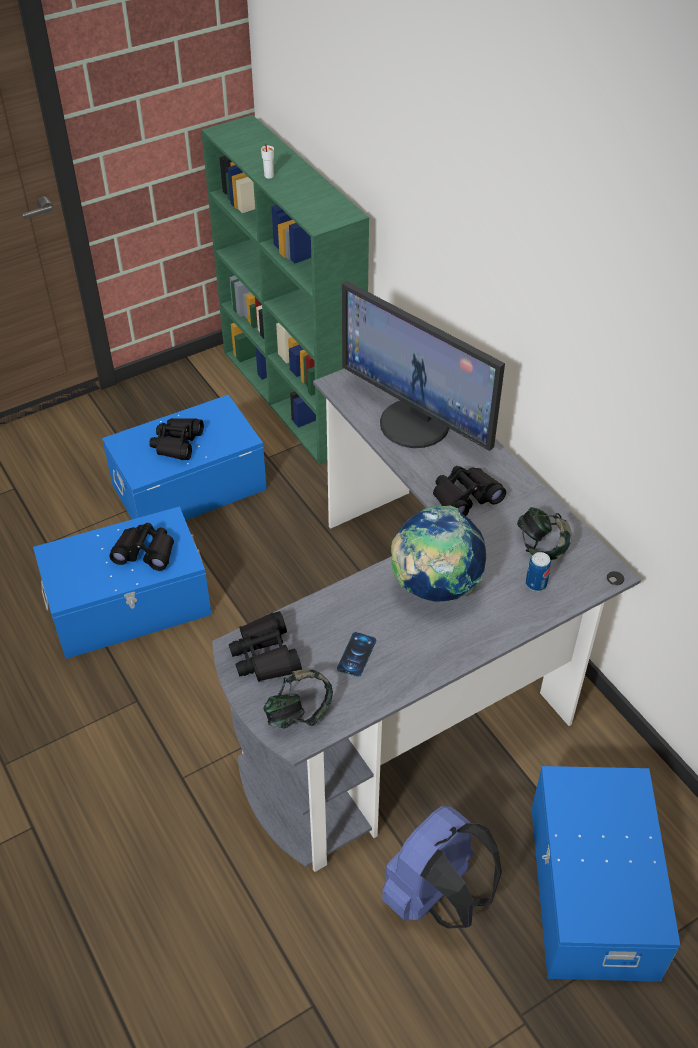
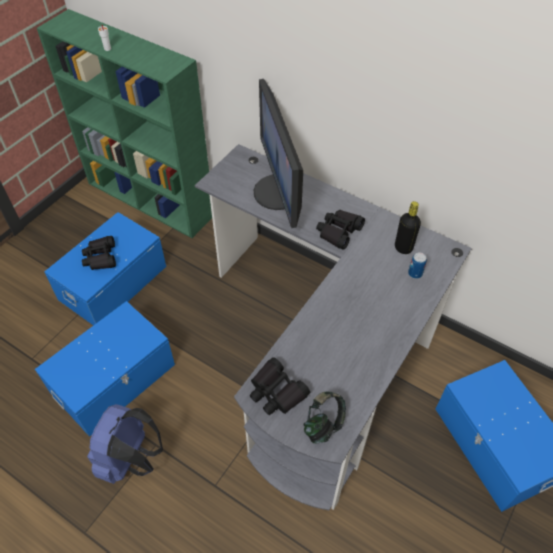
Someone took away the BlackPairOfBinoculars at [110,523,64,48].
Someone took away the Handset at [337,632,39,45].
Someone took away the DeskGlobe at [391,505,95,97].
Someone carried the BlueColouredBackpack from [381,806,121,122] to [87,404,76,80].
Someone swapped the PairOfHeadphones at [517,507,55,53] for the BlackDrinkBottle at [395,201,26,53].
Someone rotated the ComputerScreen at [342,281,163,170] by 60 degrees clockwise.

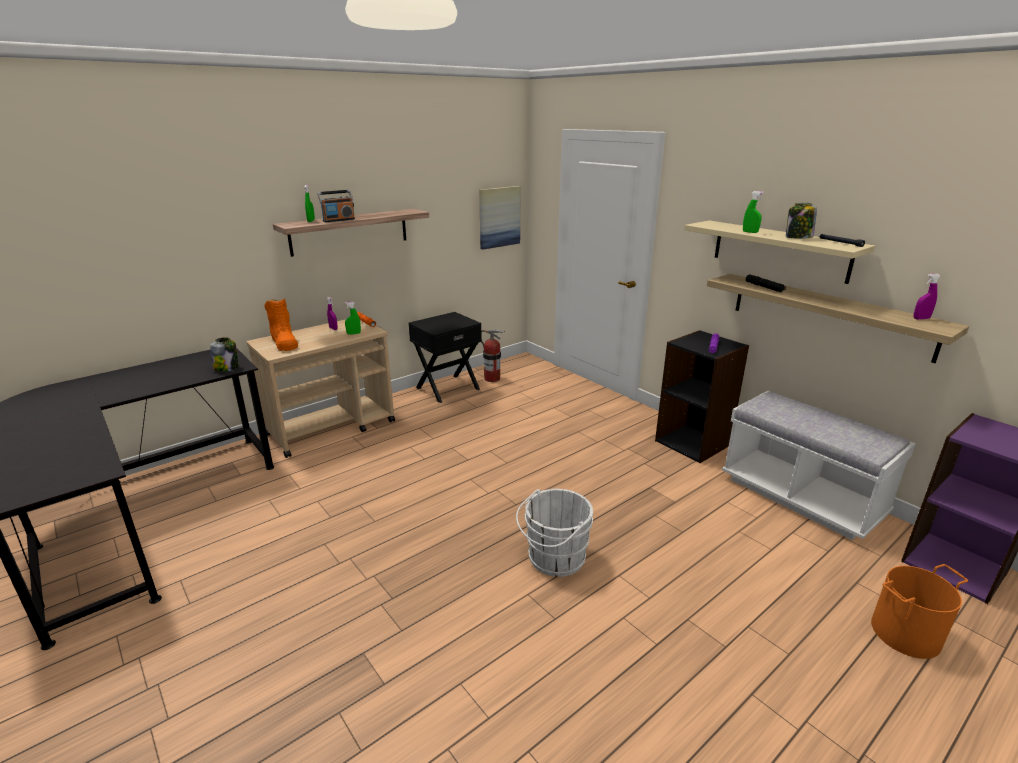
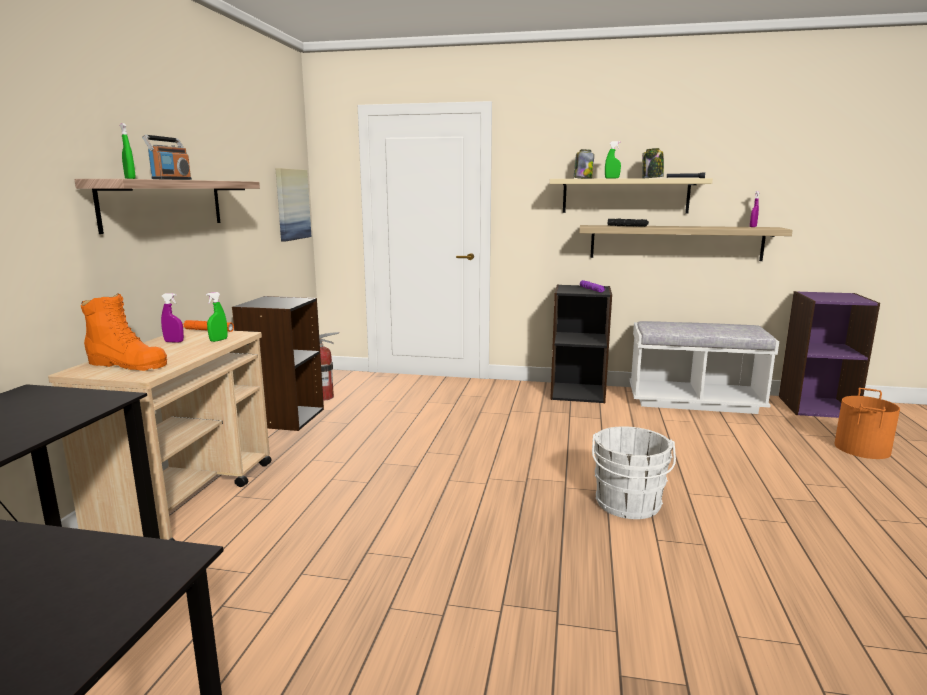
Someone carried the Jar from [210,337,29,35] to [574,149,20,30].
Someone swapped the BlackNightstand at [409,312,73,91] for the BlackBookcase at [232,296,92,135].

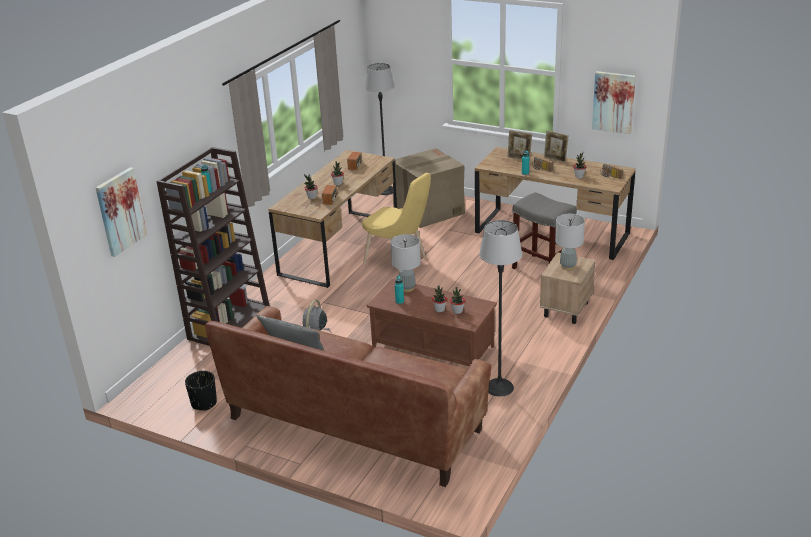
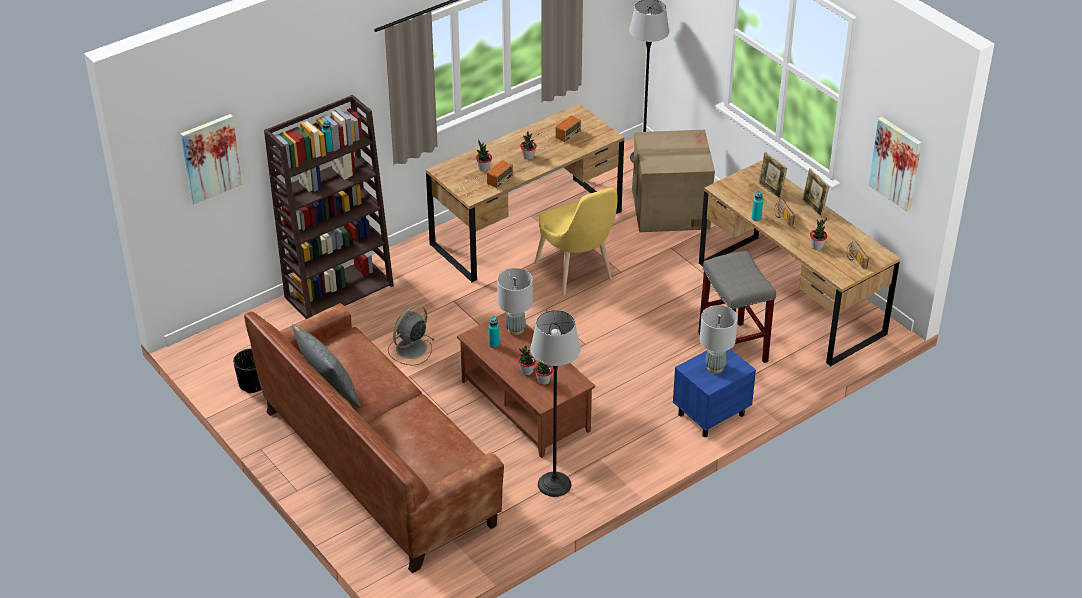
Someone repainted the BeigeColouredNightstand at [540,252,55,72], which became the BlueColouredNightstand at [673,349,83,88].

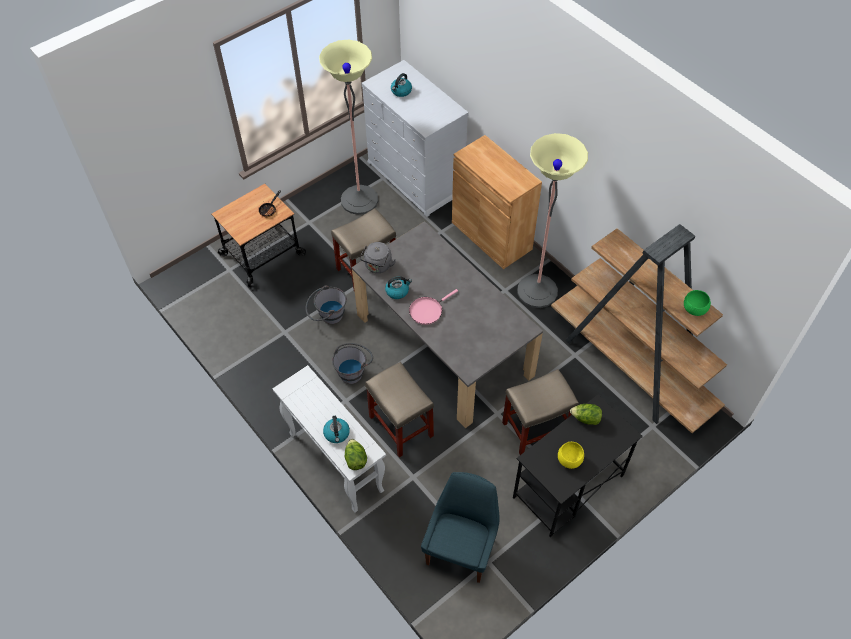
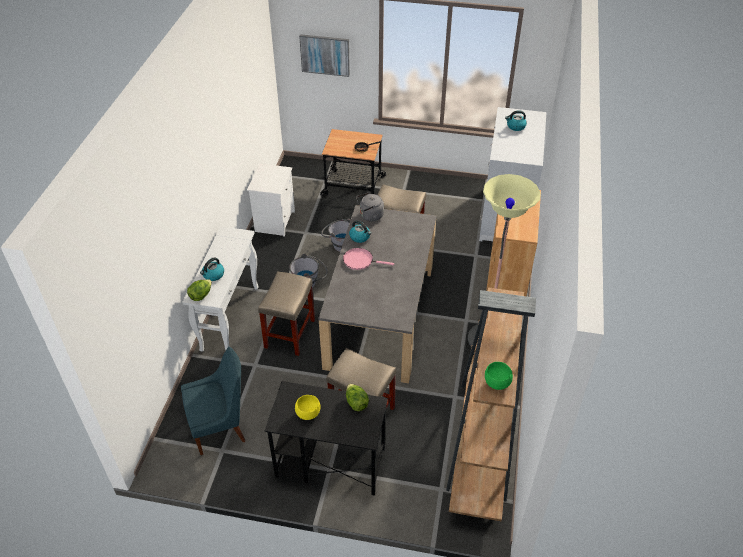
Someone took away the FloorLamp at [319,40,59,175].
Someone put down the WhiteColouredNightstand at [247,164,48,73].
Someone put up the WallPicture at [299,34,51,43].

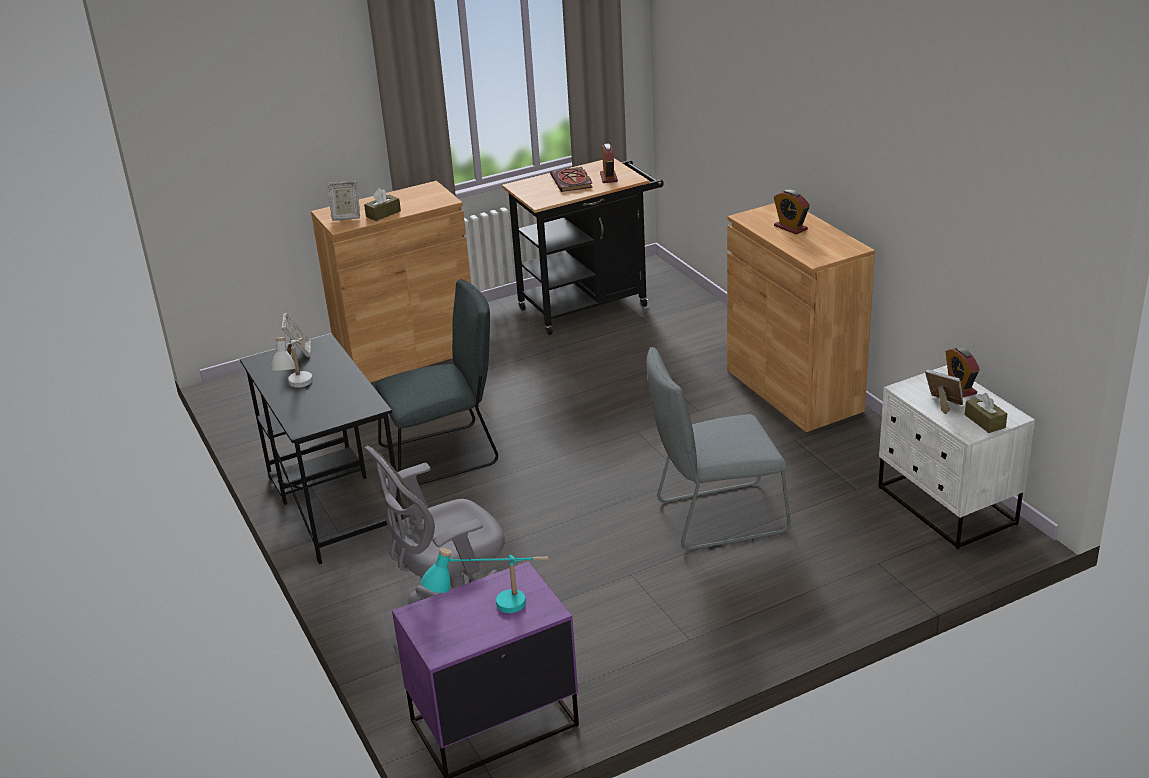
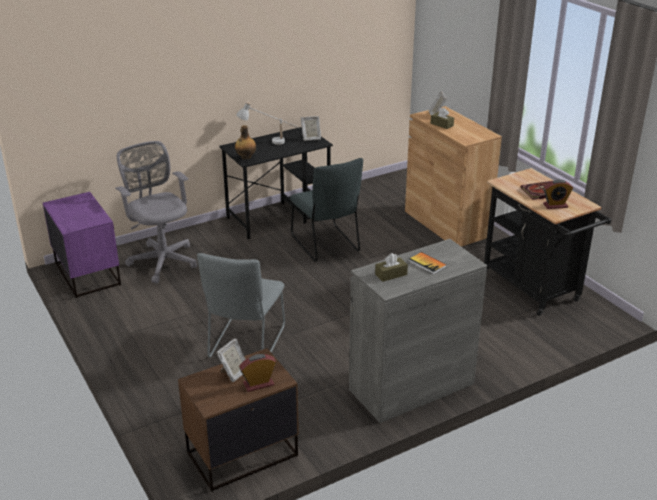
Someone took away the TurquoiseTabletopLamp at [421,548,128,65].
Someone put down the DrinkBottle at [235,125,21,35].
Someone carried the BrownishTissueBox from [965,393,42,40] to [375,253,33,29].
Someone swapped the TableClock at [774,190,36,45] for the BoundBook at [409,252,38,22].
Someone repainted the BrownishCabinet at [727,203,148,229], which became the GreyCabinet at [349,239,138,184].
Someone repainted the WhiteColouredNightstand at [878,365,157,184], which became the BrownishNightstand at [178,348,121,144].
Someone rotated the GreyPlainChair at [646,347,145,203] by 150 degrees counterclockwise.

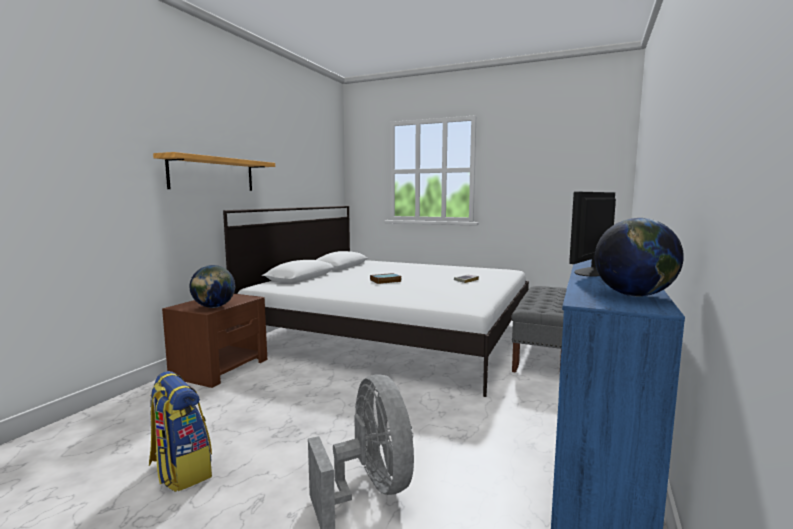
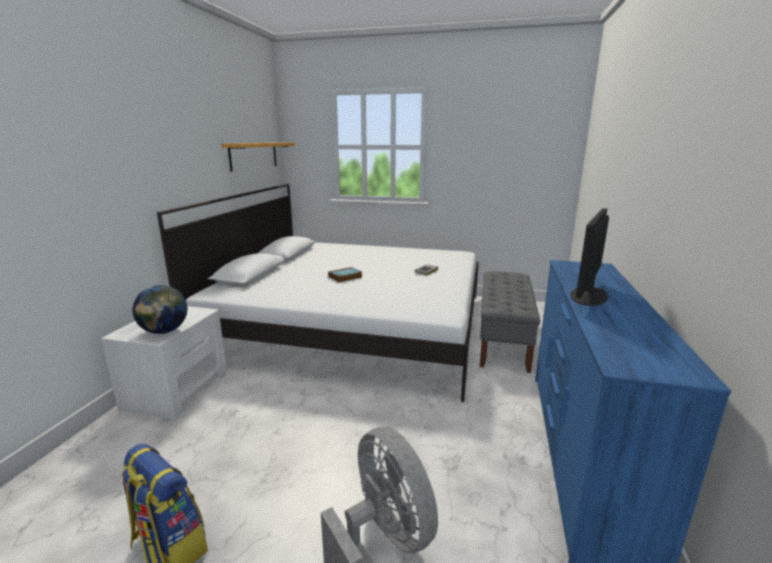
Someone took away the DeskGlobe at [595,218,89,79].
Someone carried the WallShelf from [153,152,122,39] to [221,142,74,30].
Someone repainted the BrownishNightstand at [162,294,105,94], which became the WhiteColouredNightstand at [101,306,126,114].

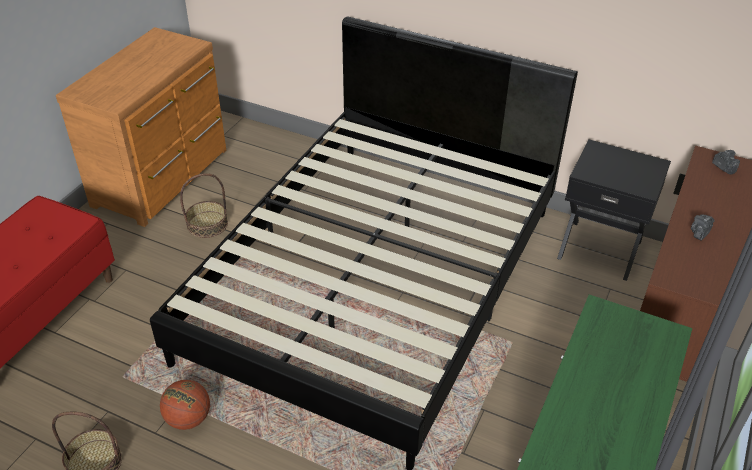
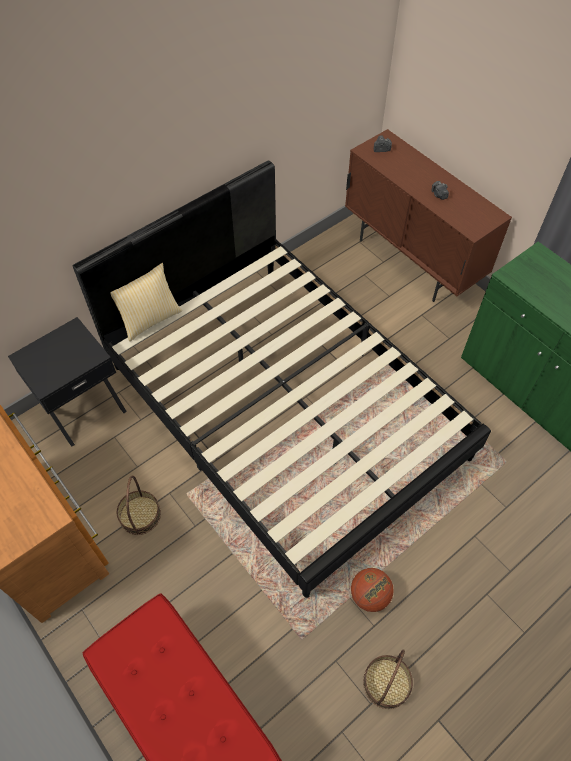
Someone put down the Pillow at [110,263,72,78].
Someone carried the BlackNightstand from [557,139,114,142] to [8,317,119,130].

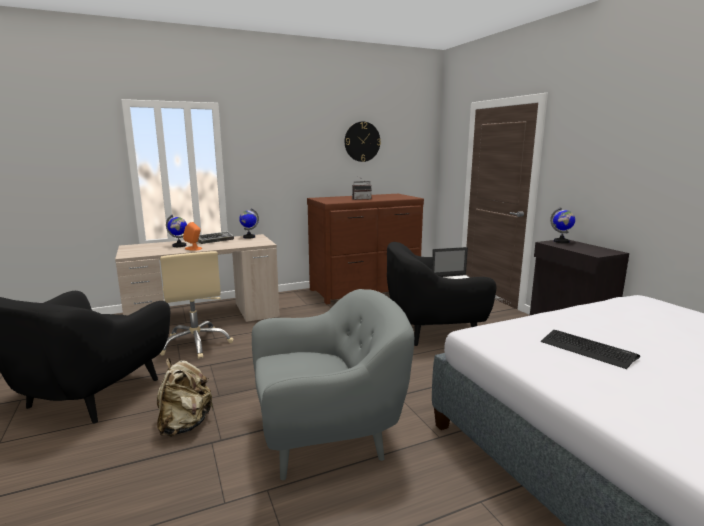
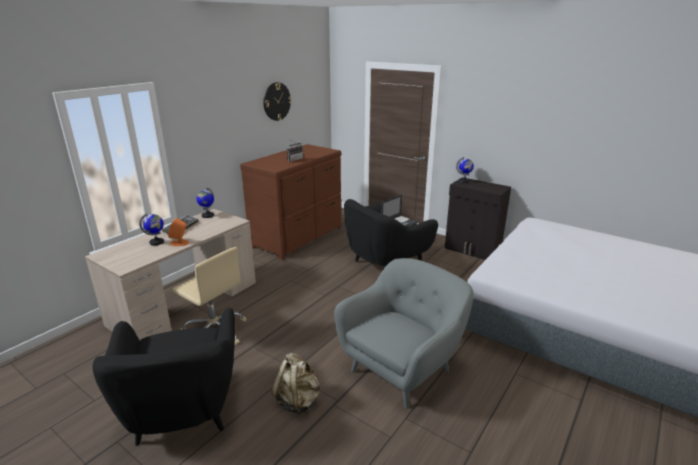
Someone took away the PcKeyboard at [541,330,99,39].

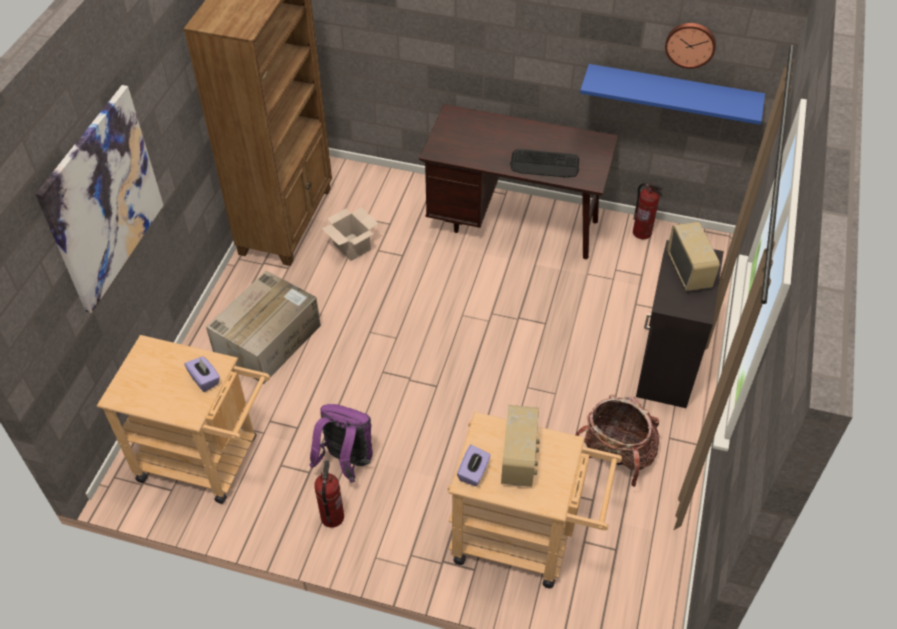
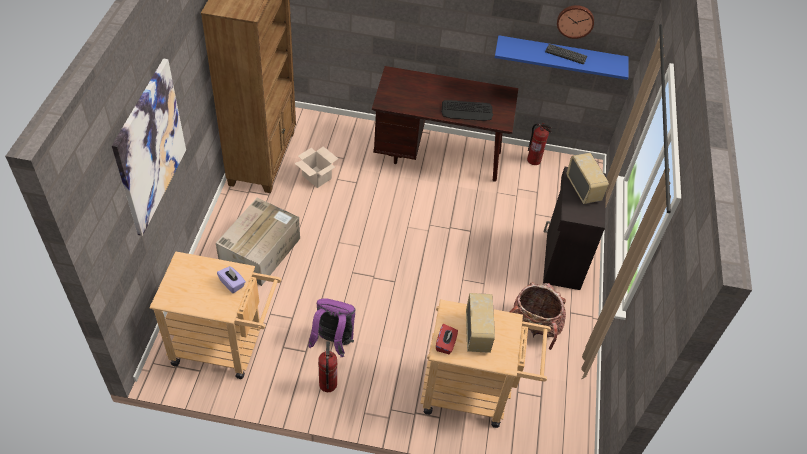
Someone put down the PcKeyboard at [545,44,42,20].
Someone repainted the PurplishTissueBox at [457,445,34,41], which became the RedTissueBox at [436,324,22,30].

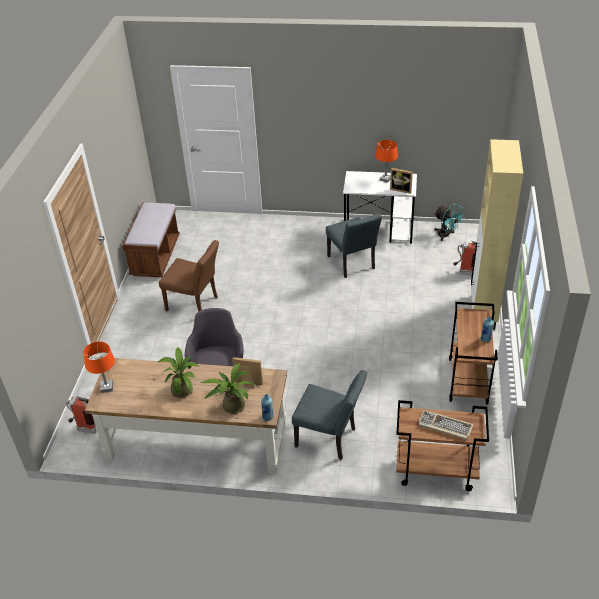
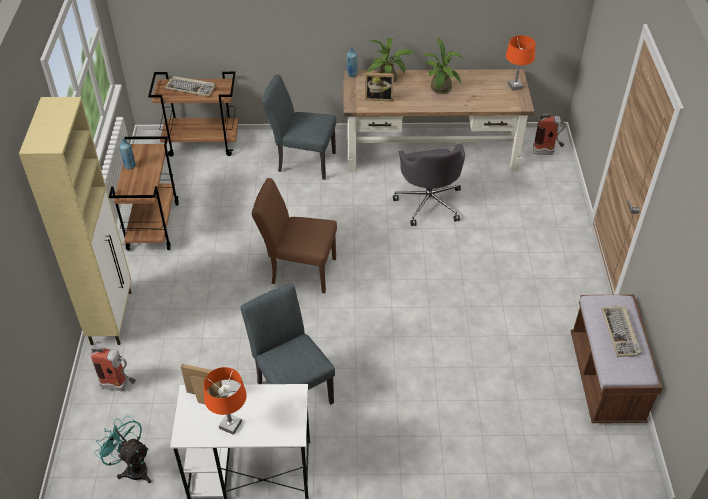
Someone put down the PcKeyboard at [601,306,41,51].
Someone carried the BrownishPlainChair from [159,240,60,72] to [252,178,85,115].

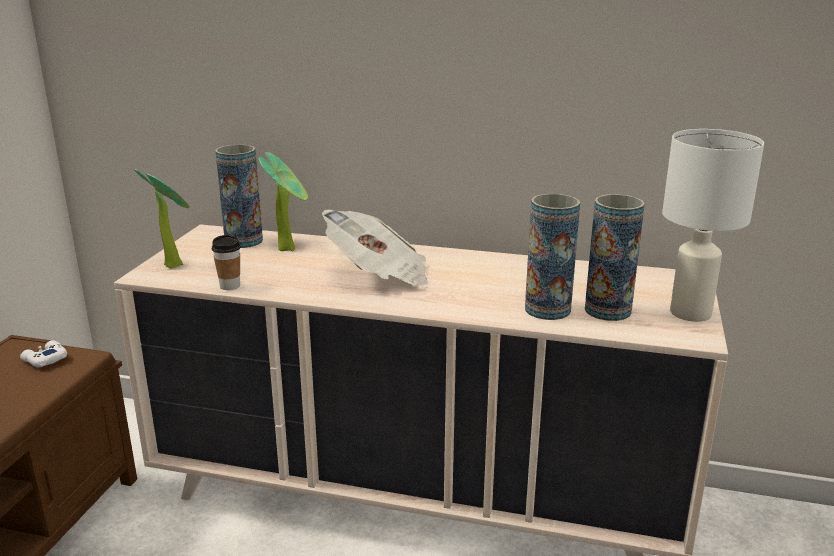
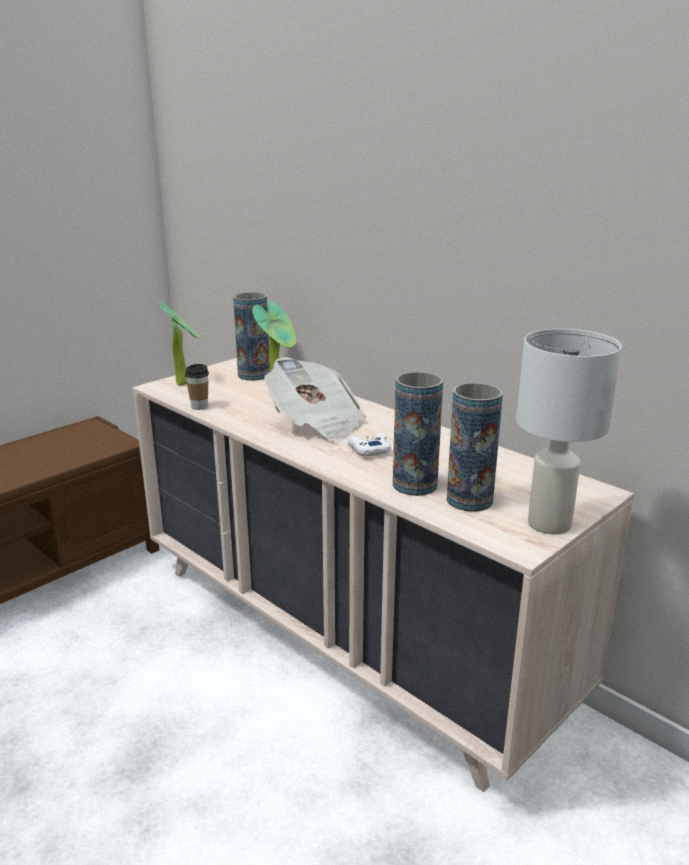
Someone carried the WhiteColouredGameController from [20,340,47,28] to [348,433,43,24].

